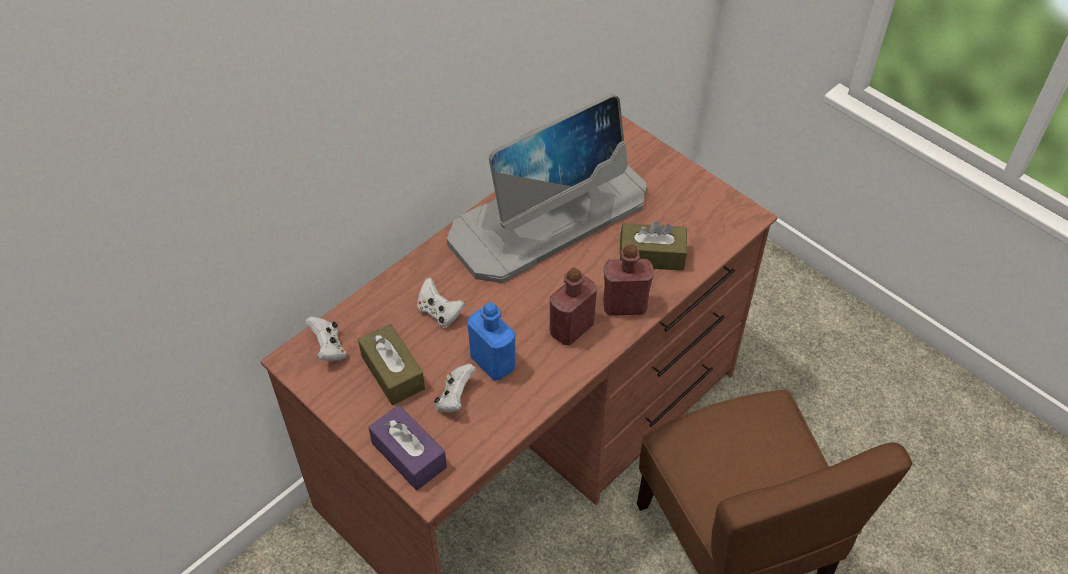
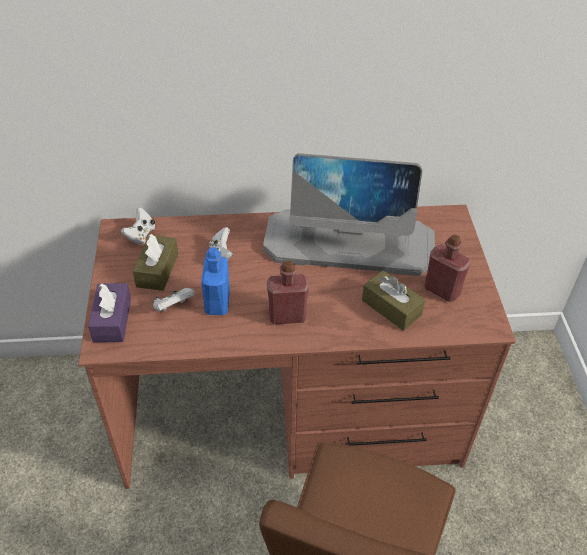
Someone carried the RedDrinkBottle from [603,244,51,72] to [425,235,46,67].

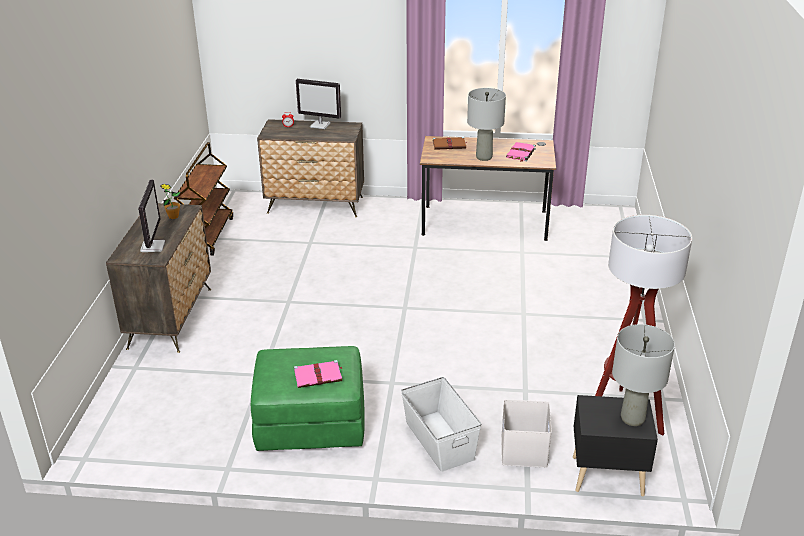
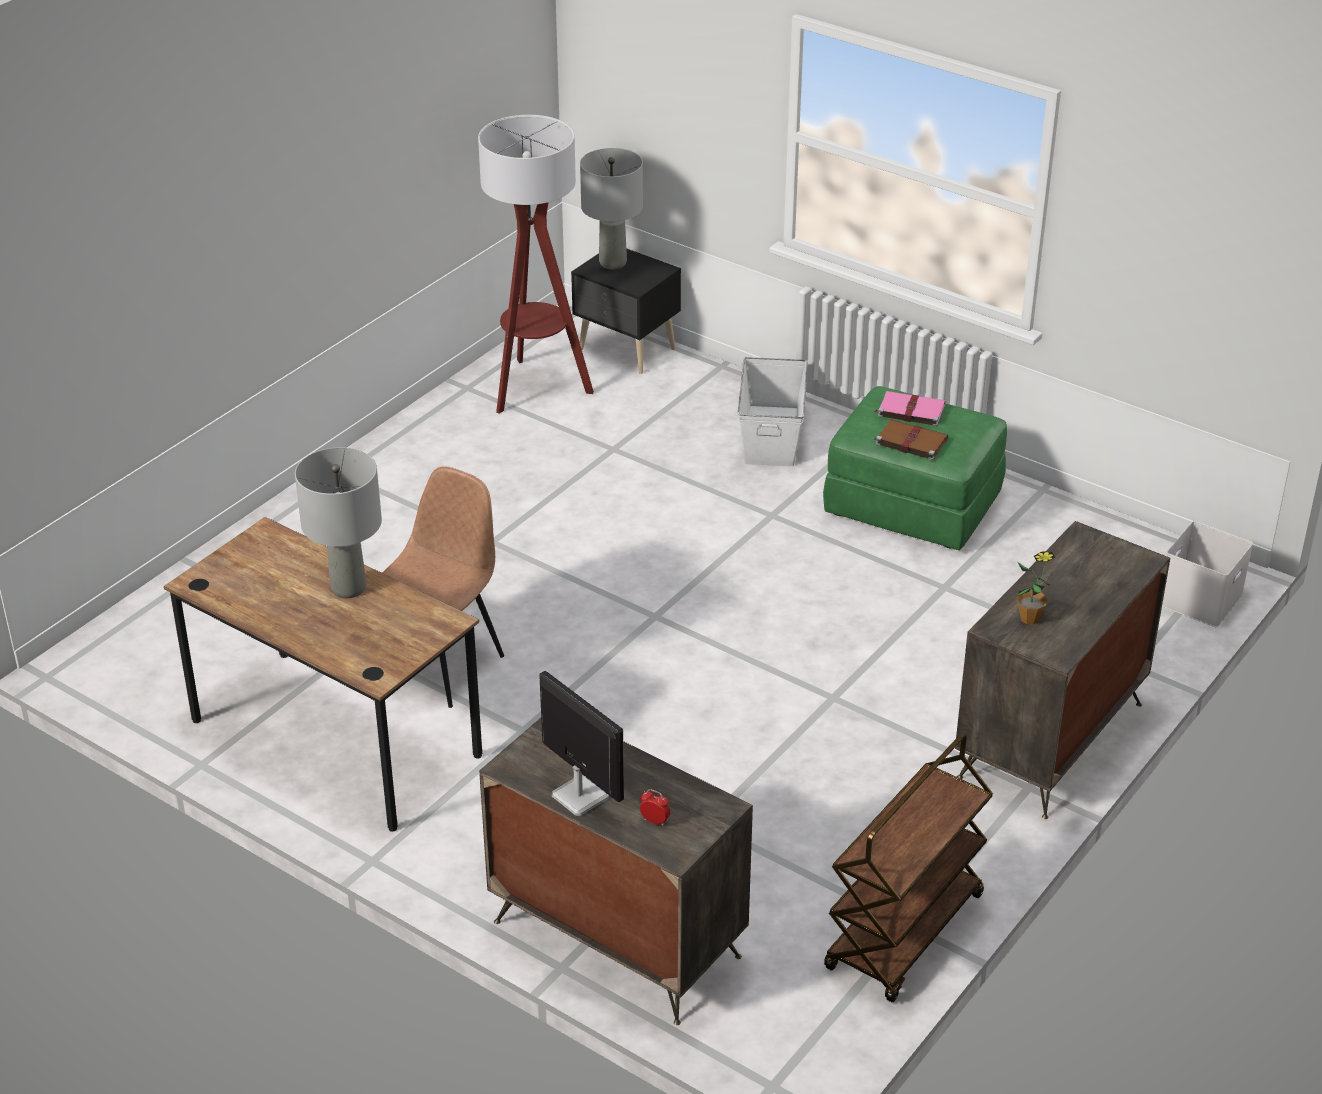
Someone took away the ComputerScreen at [138,179,27,73].
Someone took away the PinkBoundBook at [506,142,30,20].
Someone put down the BrownishPlainChair at [382,466,122,242].
Someone carried the BrownishBoundBook from [433,137,34,12] to [874,419,74,41].
Someone carried the WhiteColouredStorageBox from [501,399,51,69] to [1162,521,91,106].

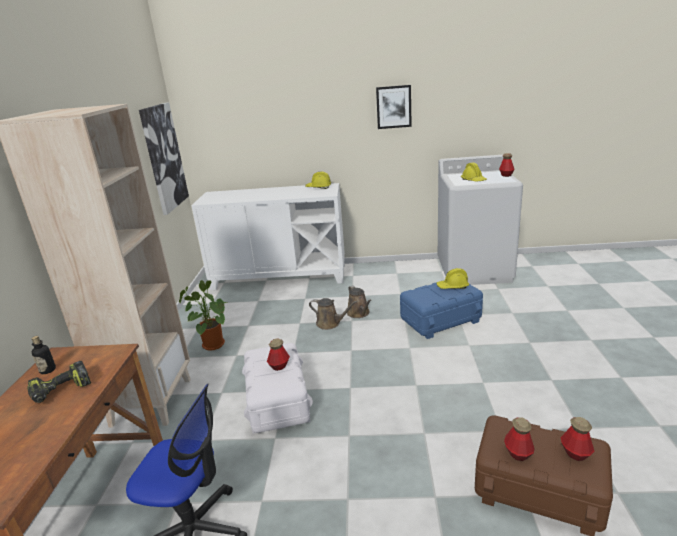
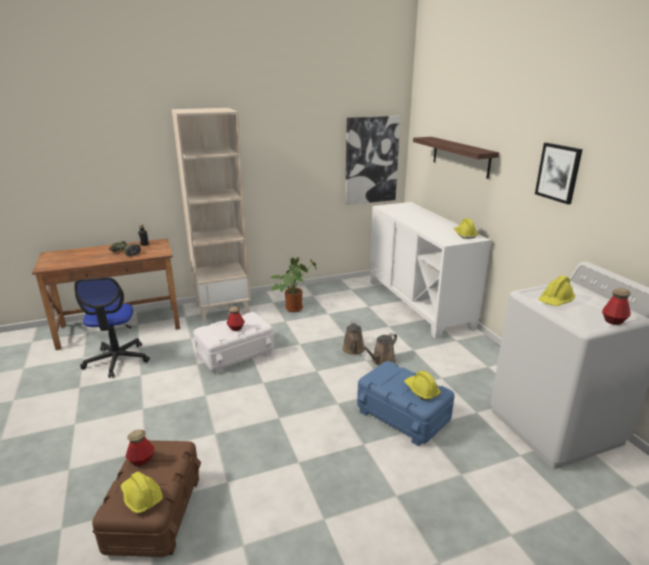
Someone put up the WallShelf at [413,137,86,42].
Someone swapped the DrinkBottle at [561,417,34,44] for the YellowishHardHat at [121,472,42,42].

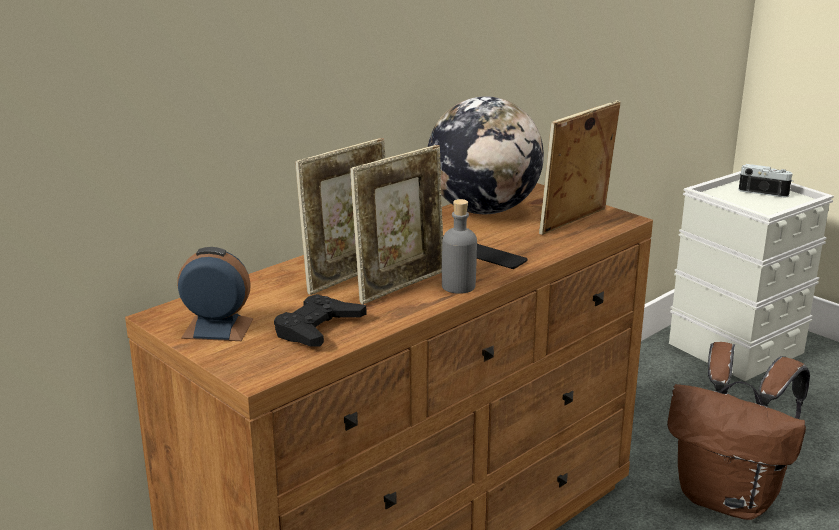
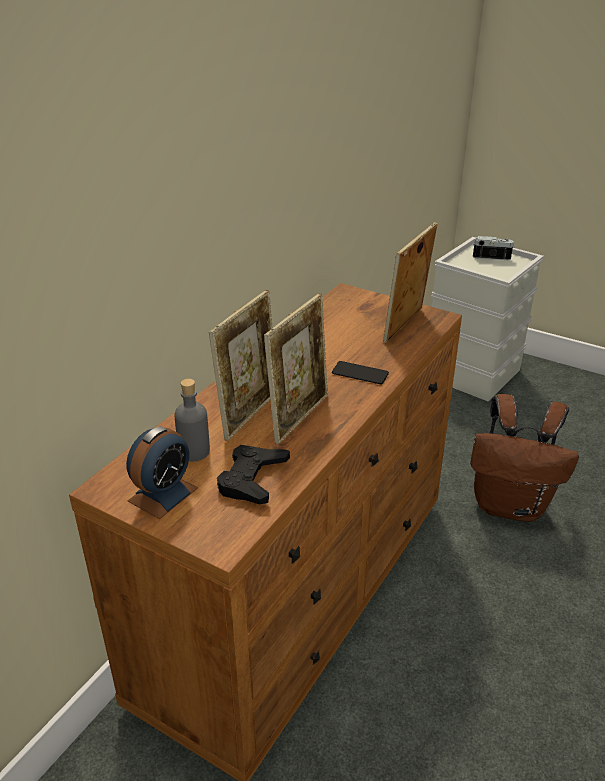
Someone took away the DeskGlobe at [428,96,116,118].
Someone carried the GreyDrinkBottle from [442,199,35,95] to [174,379,36,82].
Someone rotated the TableClock at [177,247,76,94] by 135 degrees clockwise.

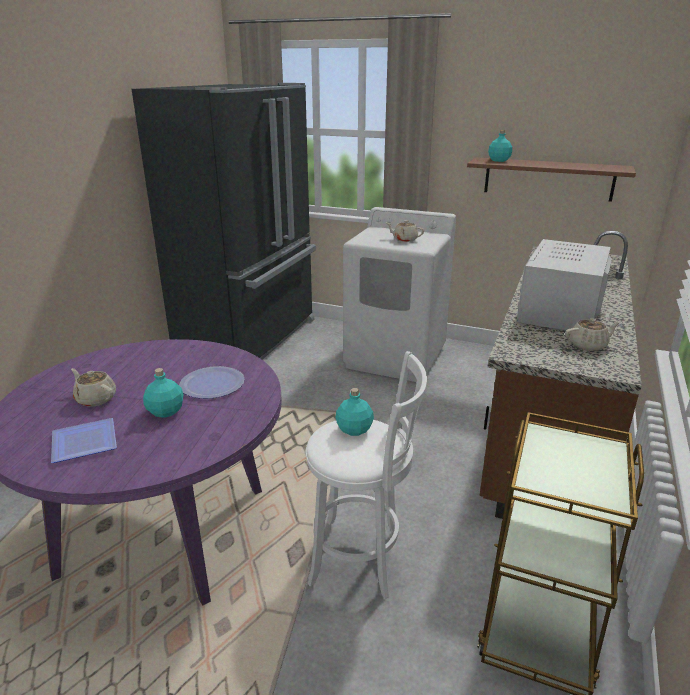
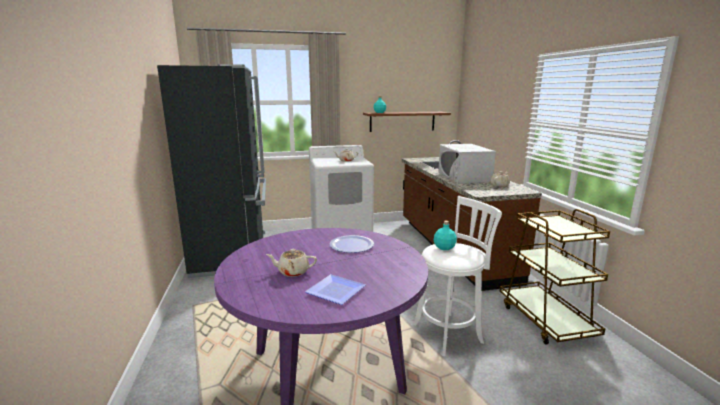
Someone took away the TurquoiseDrinkBottle at [143,368,41,50].

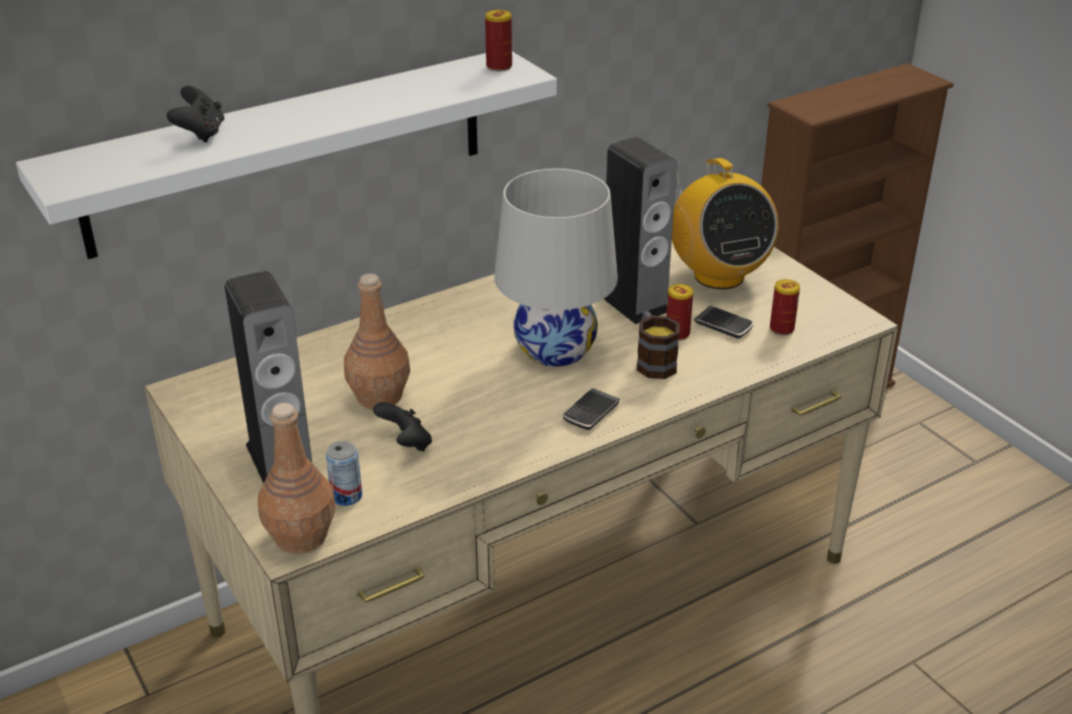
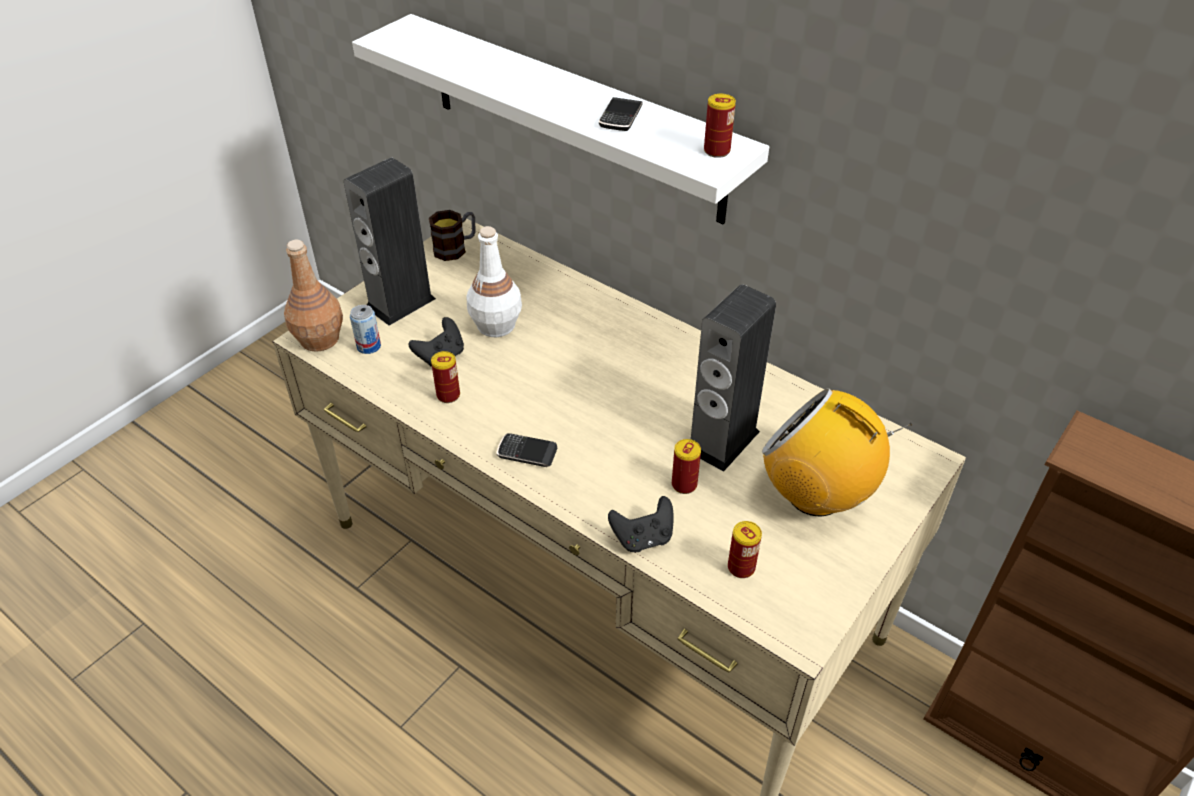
Someone took away the WhiteColouredTabletopLamp at [494,168,124,199].
Someone put down the Can at [431,351,29,52].
Someone carried the BlackGameController from [167,86,57,56] to [608,496,66,56].
Someone carried the CoffeeMug from [637,311,43,68] to [429,210,47,51].
Someone carried the Handset from [694,306,60,33] to [599,97,44,34].
Someone repainted the BrownishDrinkBottle at [344,273,66,136], which became the WhiteColouredDrinkBottle at [466,226,56,111].
Someone rotated the RadioSet at [672,158,106,131] by 75 degrees clockwise.

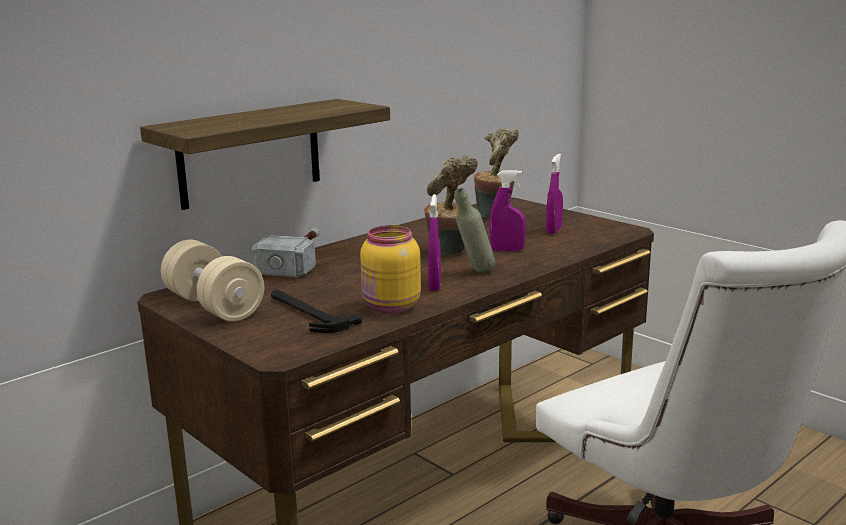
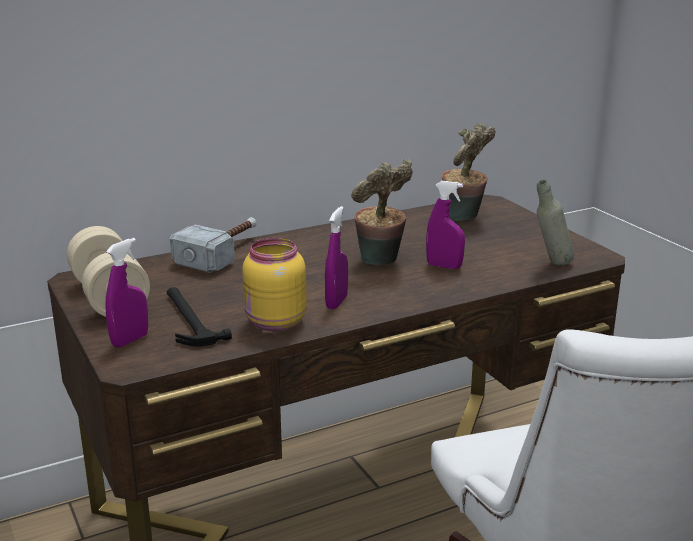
Someone took away the WallShelf at [140,99,250,111].
Someone carried the GreyDrinkBottle from [454,188,41,85] to [537,180,37,86].
Someone carried the PurplishHandSprayer from [546,154,17,80] to [105,238,43,109].

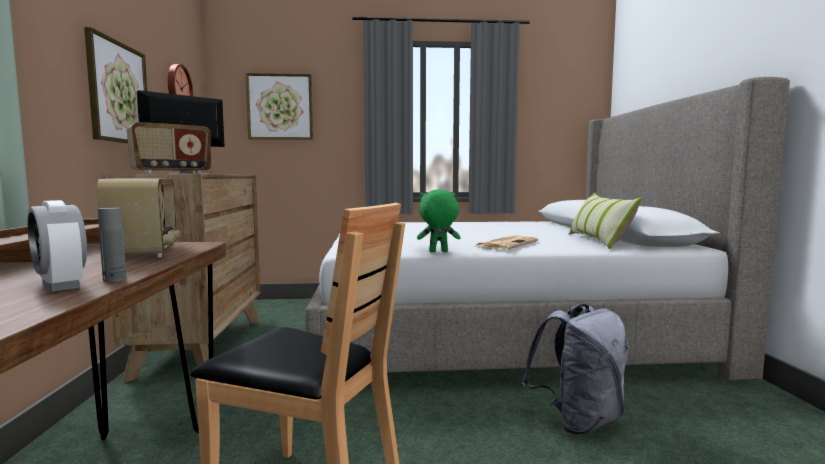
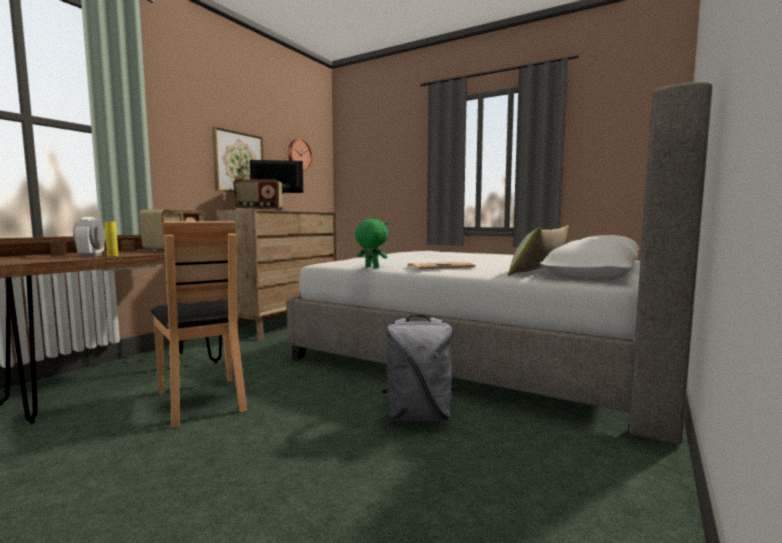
Someone took away the WallPicture at [246,73,67,67].
Someone repainted the GreyDrinkBottle at [98,208,28,74], which became the YellowishDrinkBottle at [105,221,13,35].

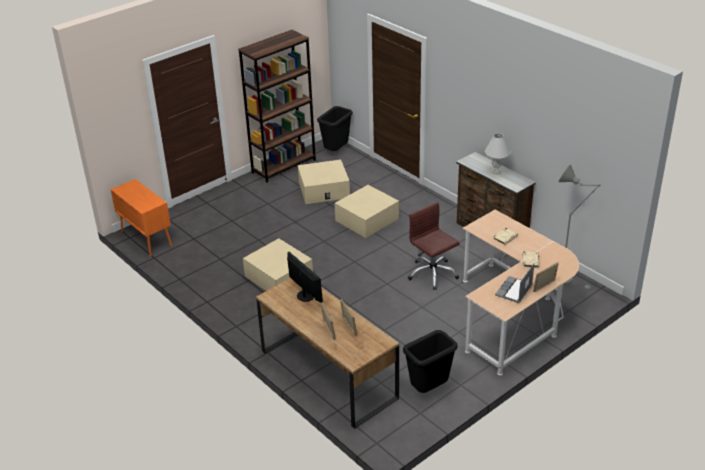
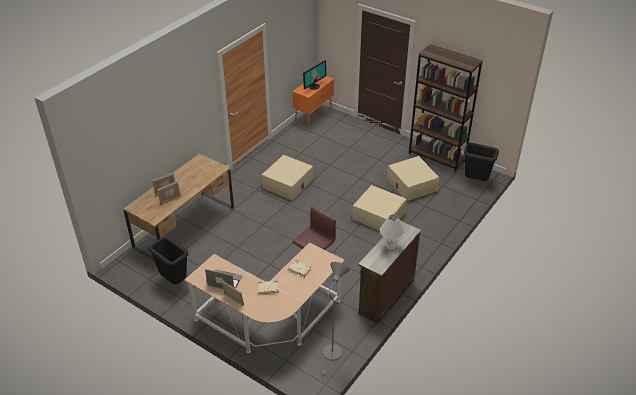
Someone carried the ComputerScreen from [287,252,36,51] to [303,60,23,30].

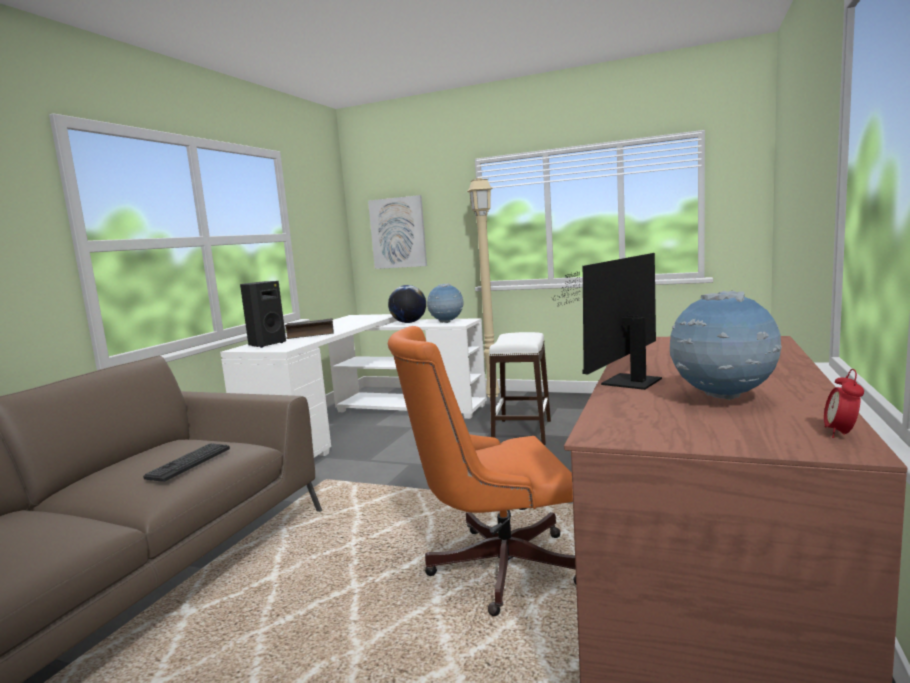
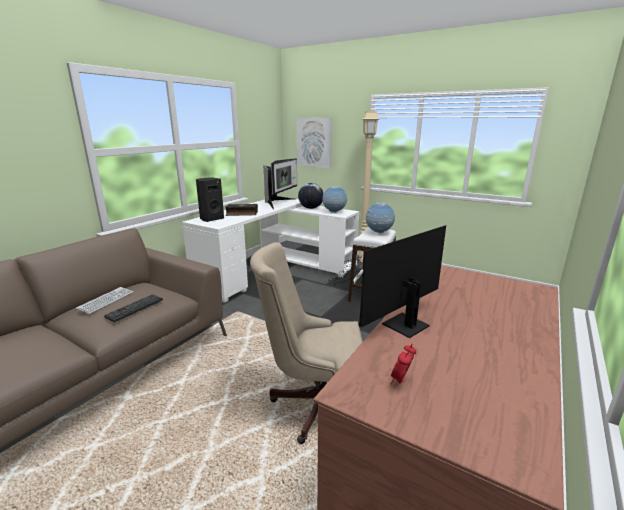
Someone put down the PcKeyboard at [76,287,57,27].
Someone put down the ComputerScreen at [263,159,34,51].
Someone carried the DeskGlobe from [670,291,112,109] to [366,202,29,31].
Someone carried the TableClock from [824,369,40,69] to [391,344,25,41].
Someone repainted the OrangeComputerChair at [388,326,188,290], which became the BeigeColouredComputerChair at [250,242,113,202].

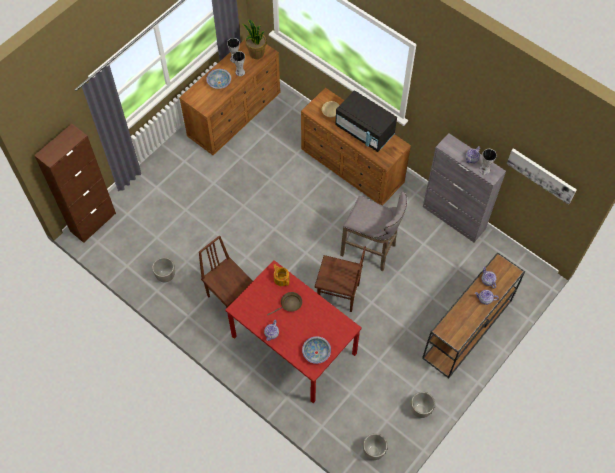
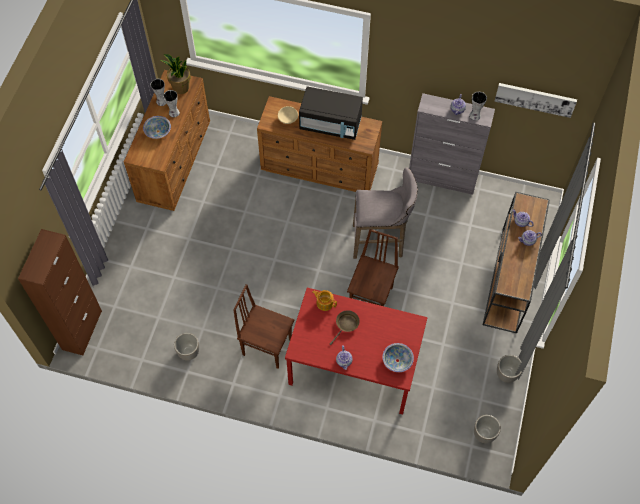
Someone rotated the BrownishPlainChair at [314,246,52,66] by 60 degrees counterclockwise.

